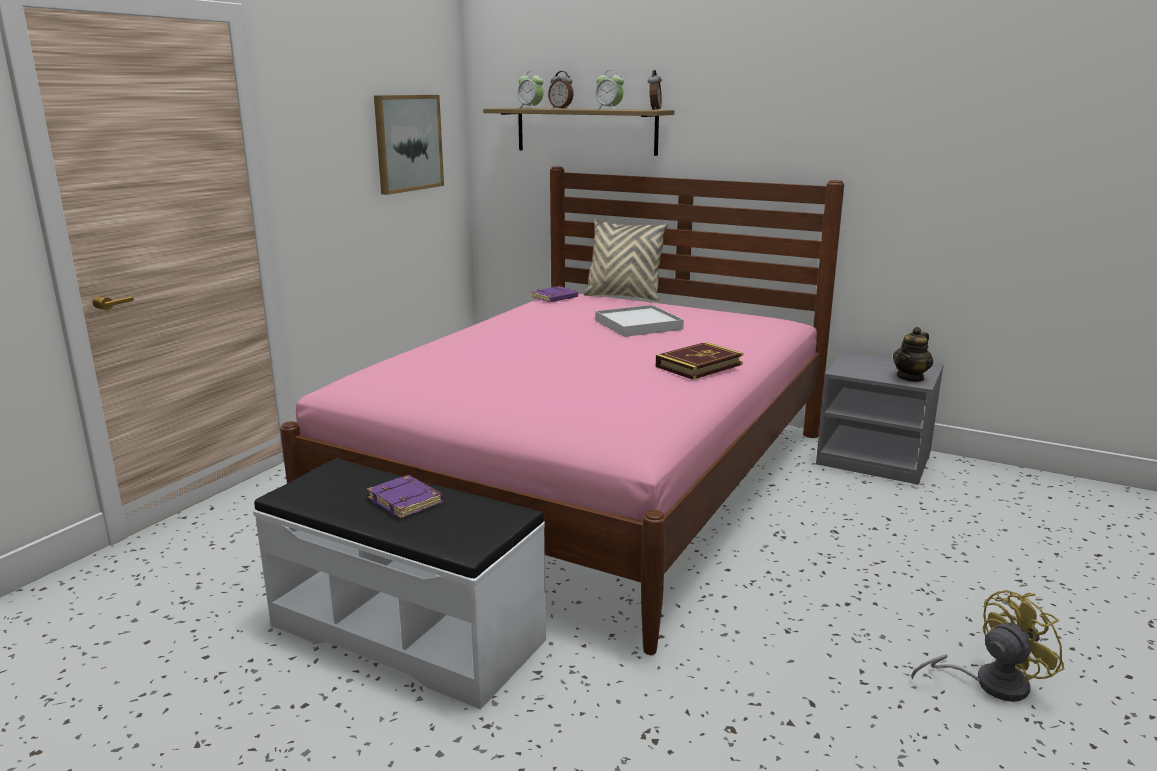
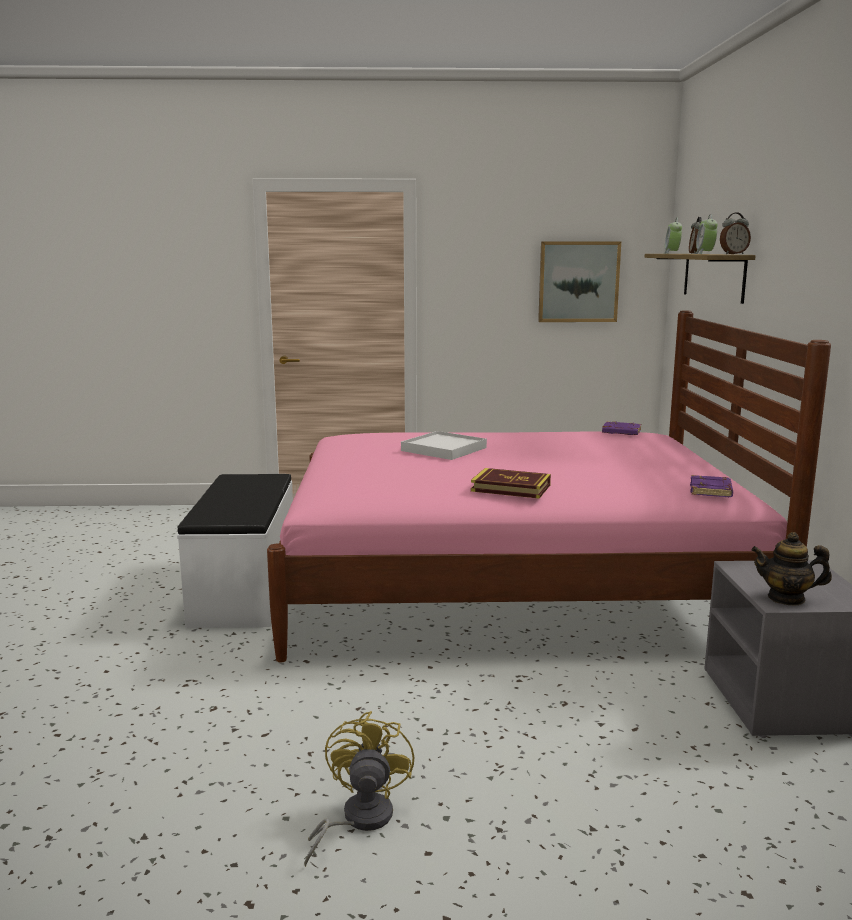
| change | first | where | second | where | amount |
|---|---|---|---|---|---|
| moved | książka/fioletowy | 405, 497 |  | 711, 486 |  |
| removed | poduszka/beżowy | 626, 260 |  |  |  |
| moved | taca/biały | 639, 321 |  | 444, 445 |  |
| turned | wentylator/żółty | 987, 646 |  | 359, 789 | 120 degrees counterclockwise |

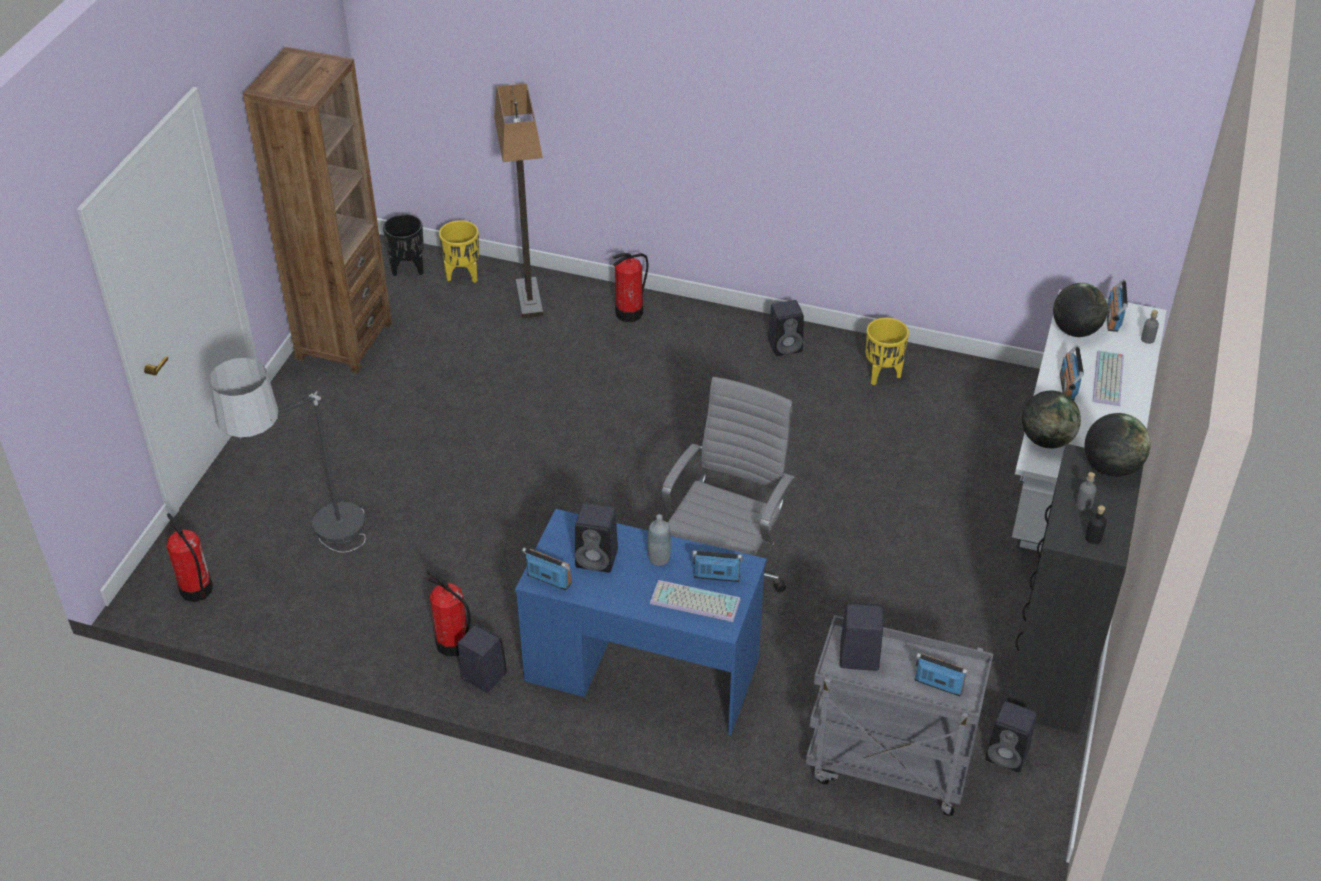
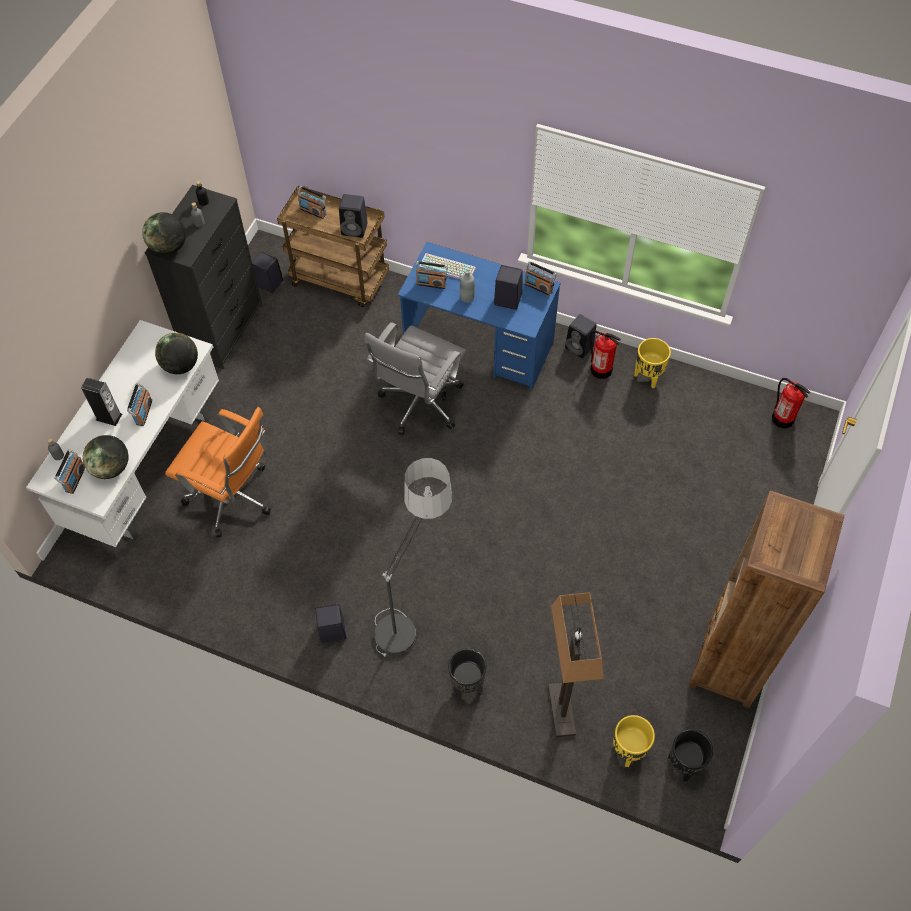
| change | first | where | second | where | amount |
|---|---|---|---|---|---|
| moved | lampa stojąca | 287, 455 |  | 413, 557 |  |
| replaced | gaśnica | 630, 287 | donica/czarny | 467, 671 |  |
| recoloured | wózek/szary | 900, 715 | wózek/brązowy | 333, 246 |  |
| moved | donica/żółty | 887, 352 |  | 652, 363 |  |
| replaced | klawiatura | 1108, 378 | głośnik | 101, 402 |  |
| added |  |  | krzesło biurowe/pomarańczowy | 218, 472 |  |

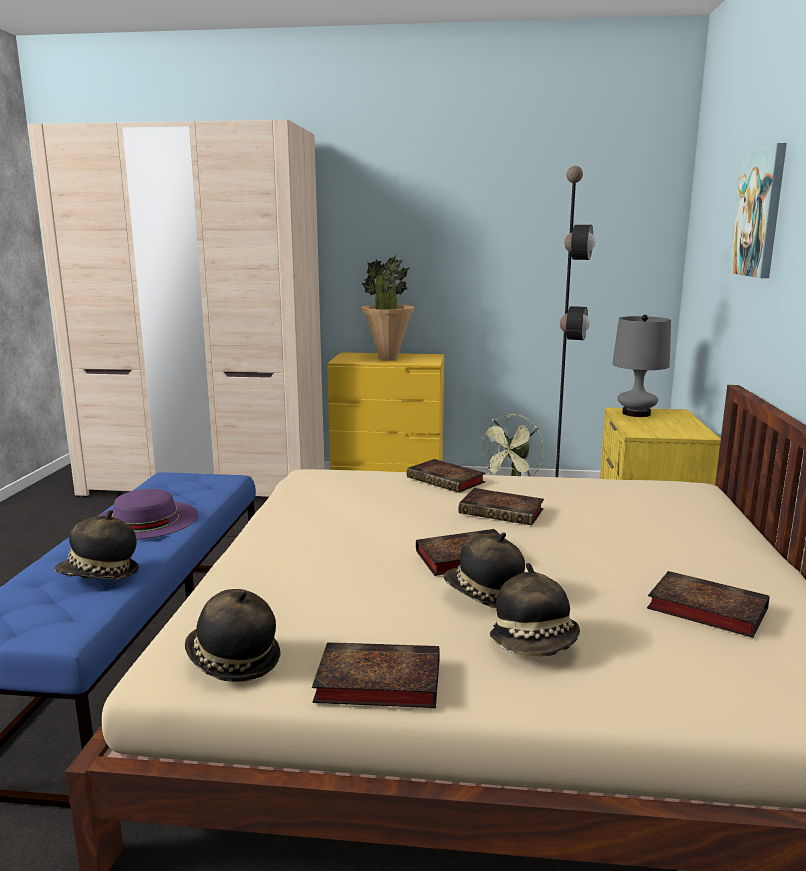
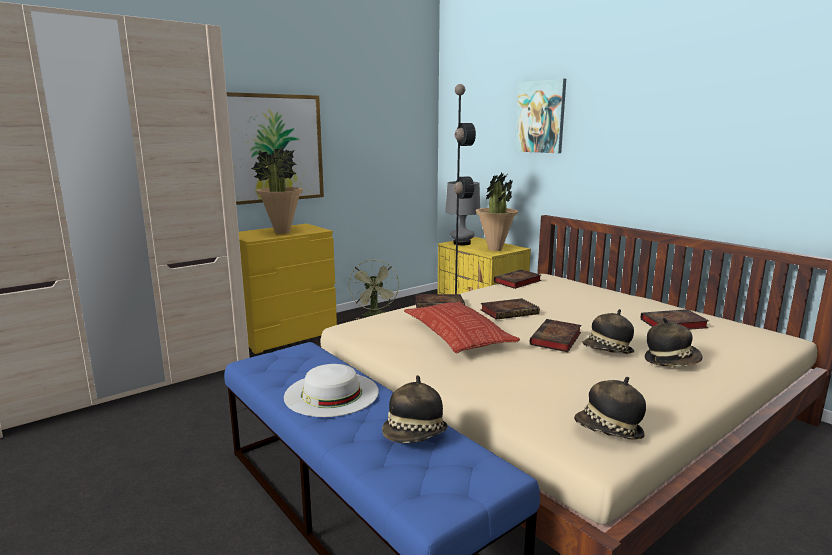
| change | first | where | second | where | amount |
|---|---|---|---|---|---|
| recoloured | kapelusz/fioletowy | 147, 514 | kapelusz/biały | 331, 390 |  |
| moved | książka | 376, 675 |  | 517, 279 |  |
| added |  |  | obraz | 275, 148 |  |
| added |  |  | poduszka | 462, 327 |  |
| added |  |  | roślina doniczkowa | 497, 211 |  |

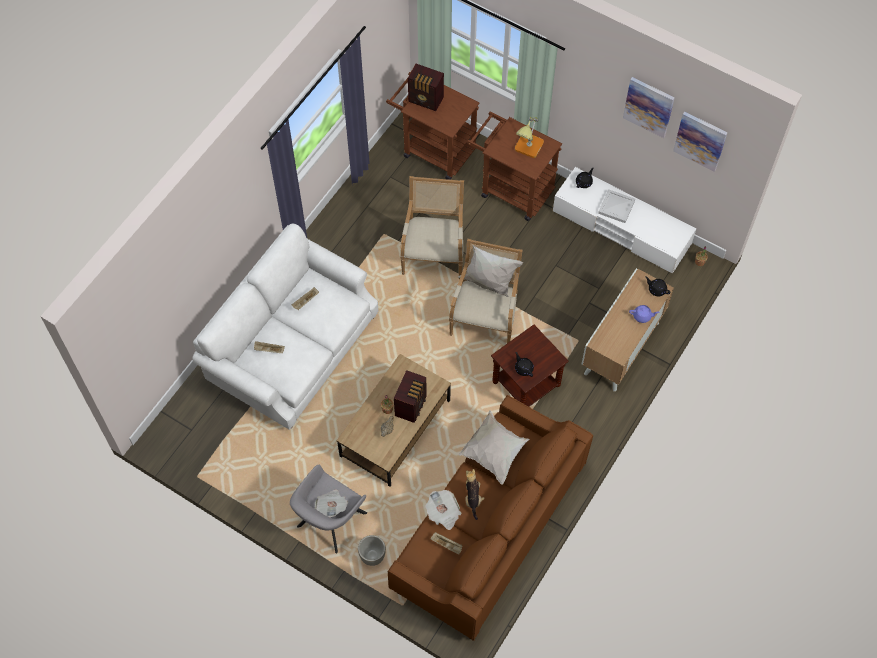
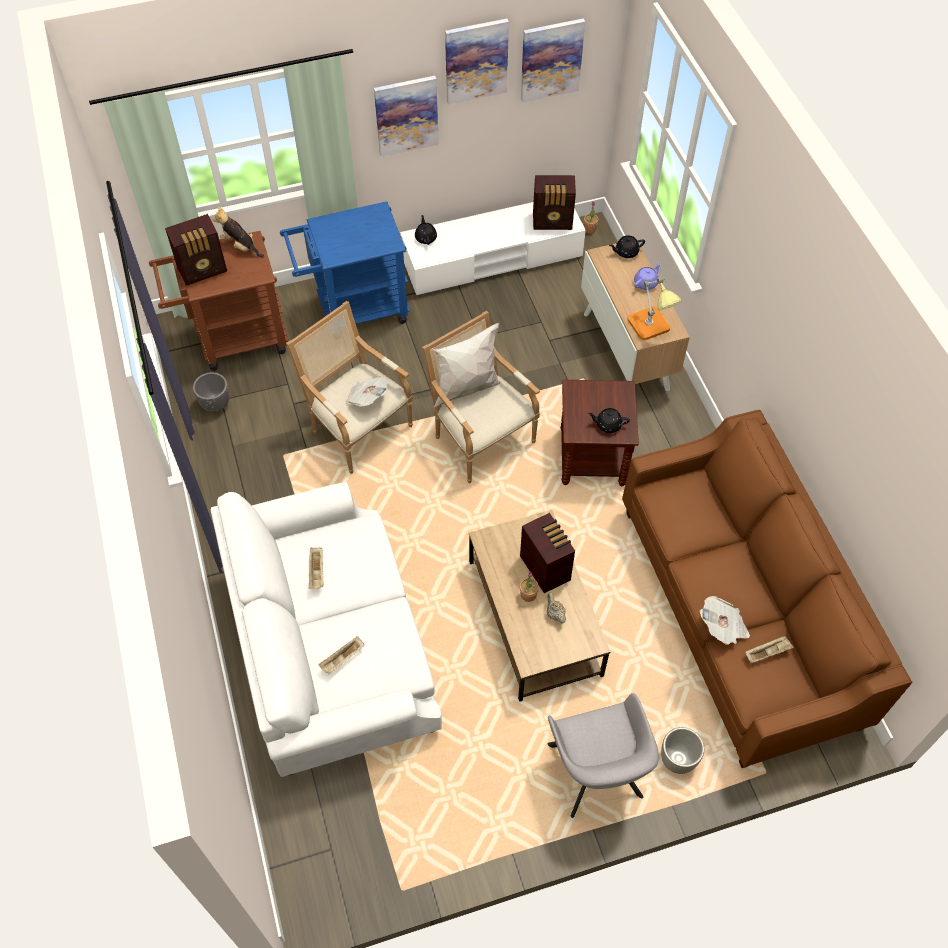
| change | first | where | second | where | amount |
|---|---|---|---|---|---|
| moved | gazeta | 331, 503 |  | 367, 391 |  |
| removed | poduszka/biały | 494, 447 |  |  |  |
| moved | pluszak | 475, 494 |  | 238, 232 |  |
| recoloured | wózek/brązowy | 514, 166 | wózek/niebieski | 345, 262 |  |
| moved | lampa stołowa | 529, 137 |  | 654, 308 |  |
| removed | taca/biały | 616, 206 |  |  |  |
| added |  |  | donica/szary | 211, 392 |  |
| added |  |  | obraz | 406, 116 |  |
| added |  |  | radio | 554, 202 |  |

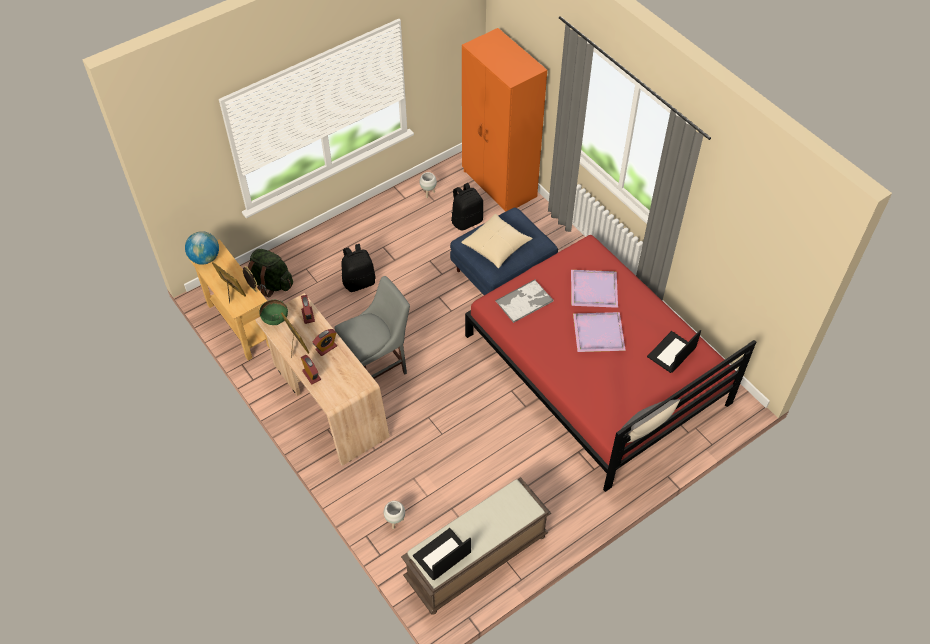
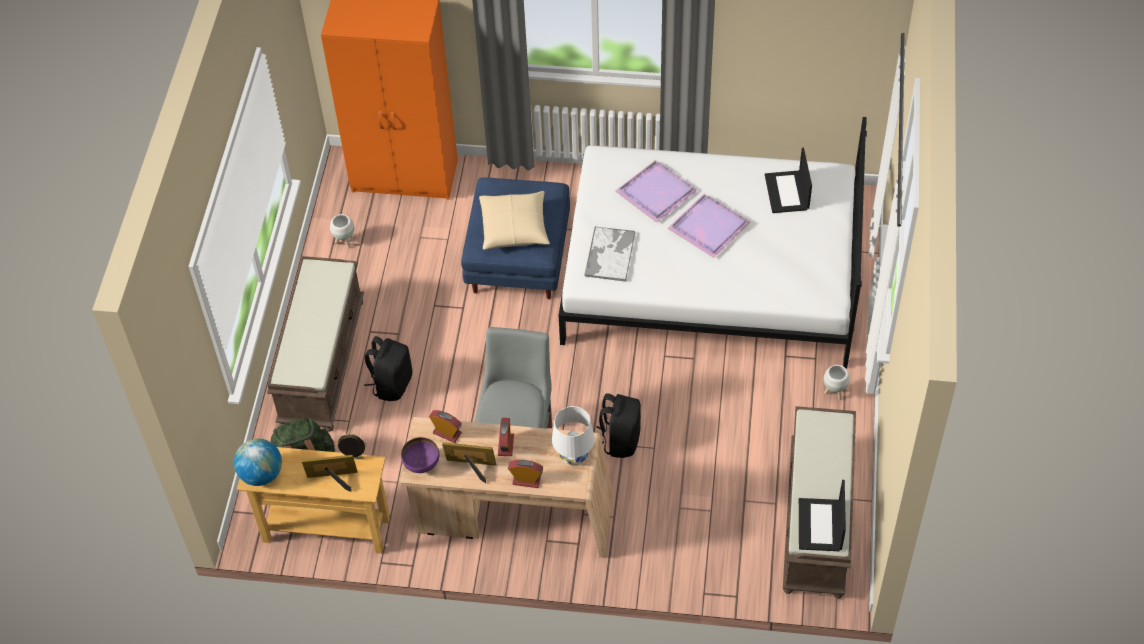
| change | first | where | second | where | amount |
|---|---|---|---|---|---|
| recoloured | miska/zielony | 273, 312 | miska/fioletowy | 420, 455 |  |
| moved | donica/biały | 394, 515 |  | 837, 382 |  |
| moved | plecak/czarny | 467, 207 |  | 619, 425 |  |
| recoloured | łóżko/czerwony | 610, 363 | łóżko/biały | 713, 243 |  |
| removed | poduszka/szary | 650, 421 |  |  |  |
| added |  |  | ławka/brązowy | 315, 344 |  |
| added |  |  | lampa stołowa/biały | 573, 435 |  |

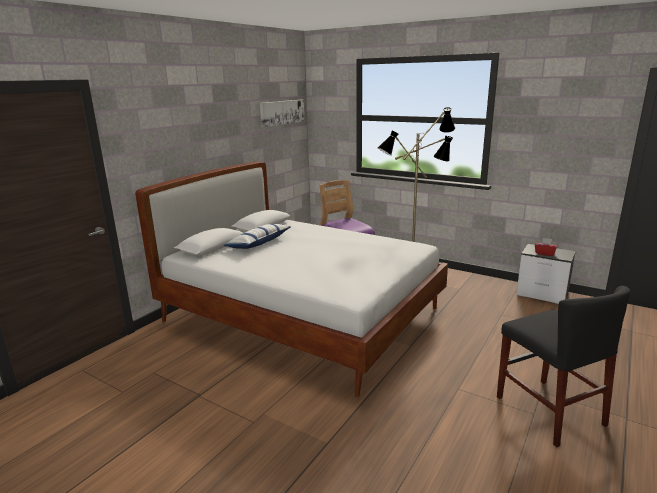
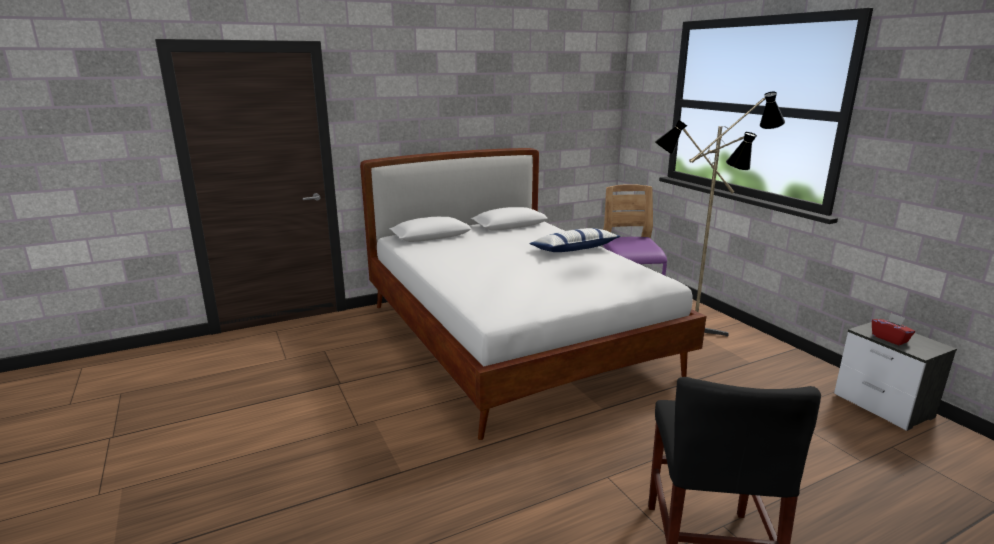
| change | first | where | second | where | amount |
|---|---|---|---|---|---|
| moved | poduszka | 257, 236 |  | 574, 240 |  |
| removed | obraz | 282, 113 |  |  |  |

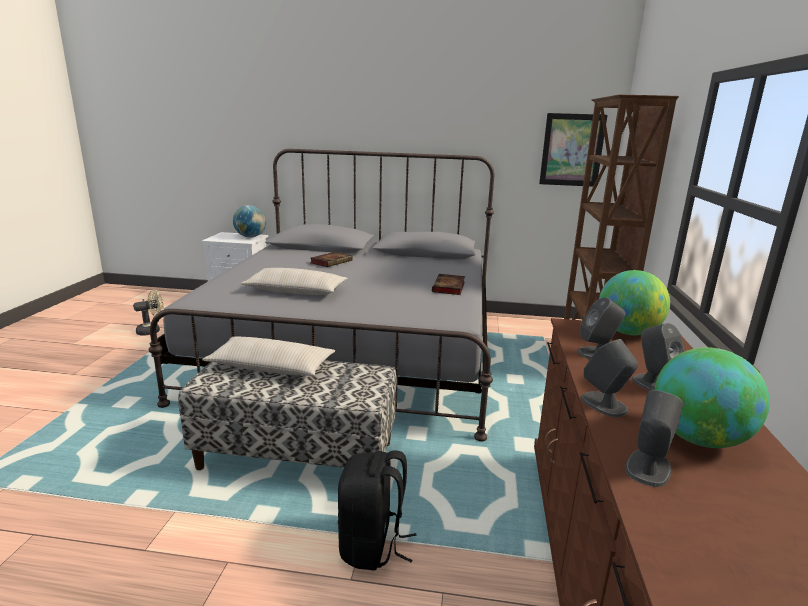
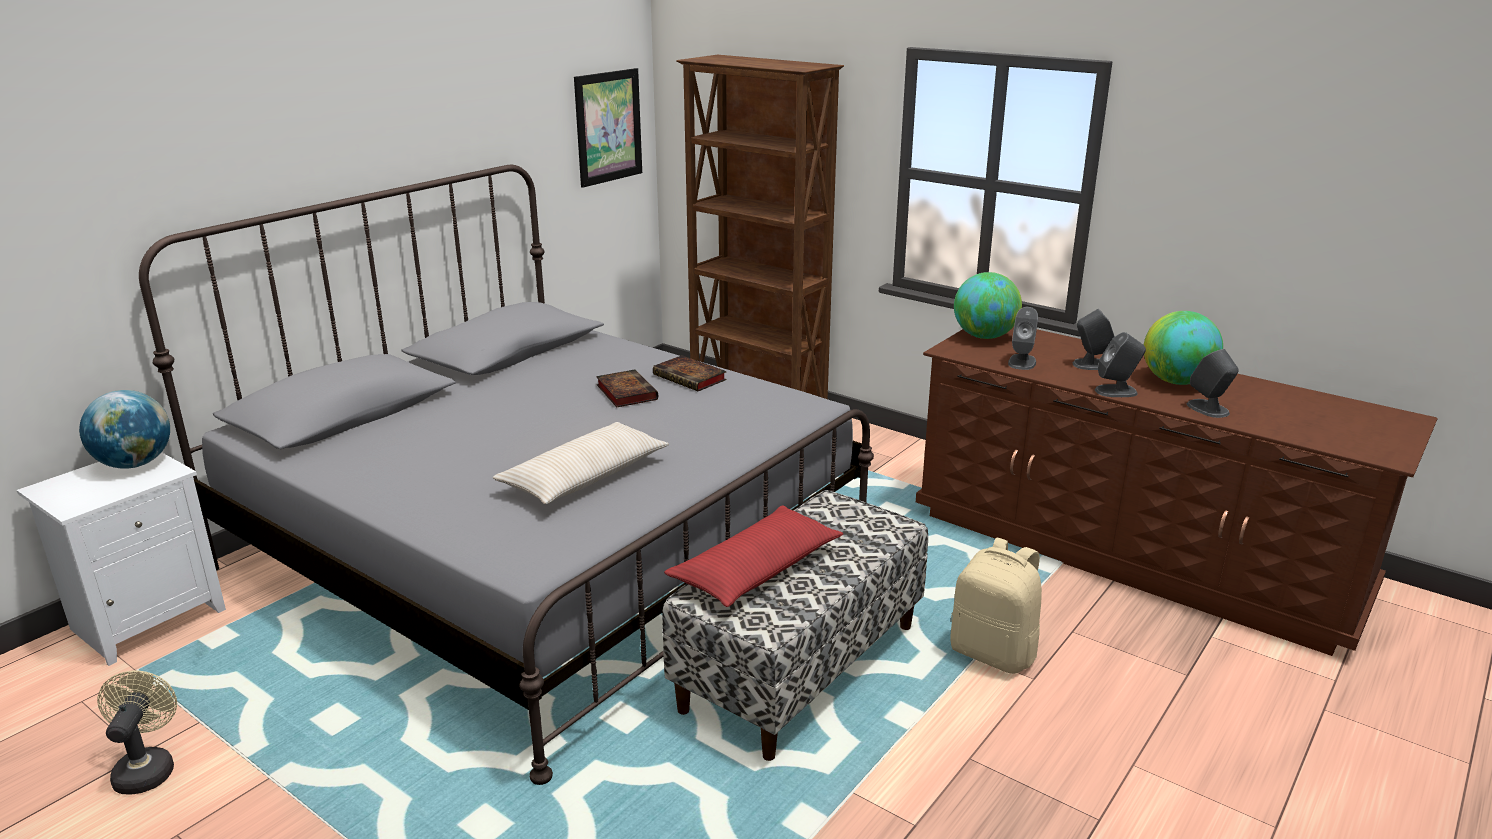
| change | first | where | second | where | amount |
|---|---|---|---|---|---|
| recoloured | poduszka/beżowy | 268, 356 | poduszka/czerwony | 753, 556 |  |
| moved | książka | 332, 259 |  | 627, 388 |  |
| recoloured | plecak/czarny | 377, 510 | plecak/beżowy | 996, 606 |  |

